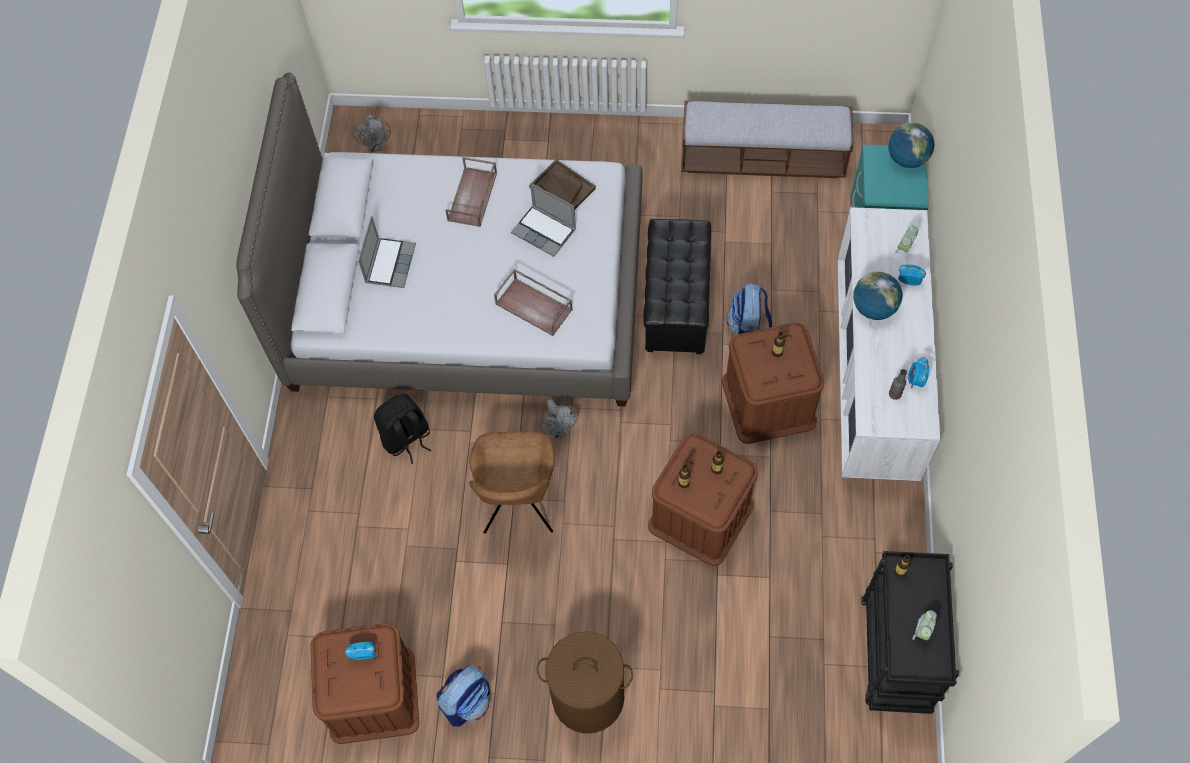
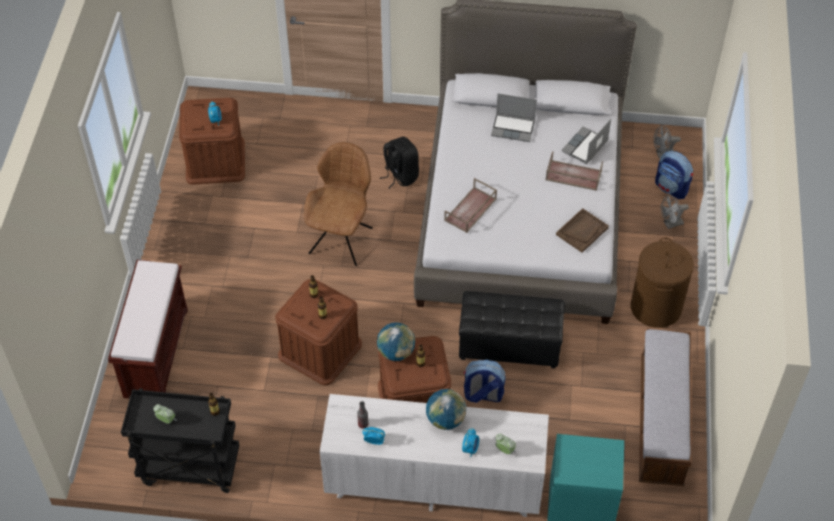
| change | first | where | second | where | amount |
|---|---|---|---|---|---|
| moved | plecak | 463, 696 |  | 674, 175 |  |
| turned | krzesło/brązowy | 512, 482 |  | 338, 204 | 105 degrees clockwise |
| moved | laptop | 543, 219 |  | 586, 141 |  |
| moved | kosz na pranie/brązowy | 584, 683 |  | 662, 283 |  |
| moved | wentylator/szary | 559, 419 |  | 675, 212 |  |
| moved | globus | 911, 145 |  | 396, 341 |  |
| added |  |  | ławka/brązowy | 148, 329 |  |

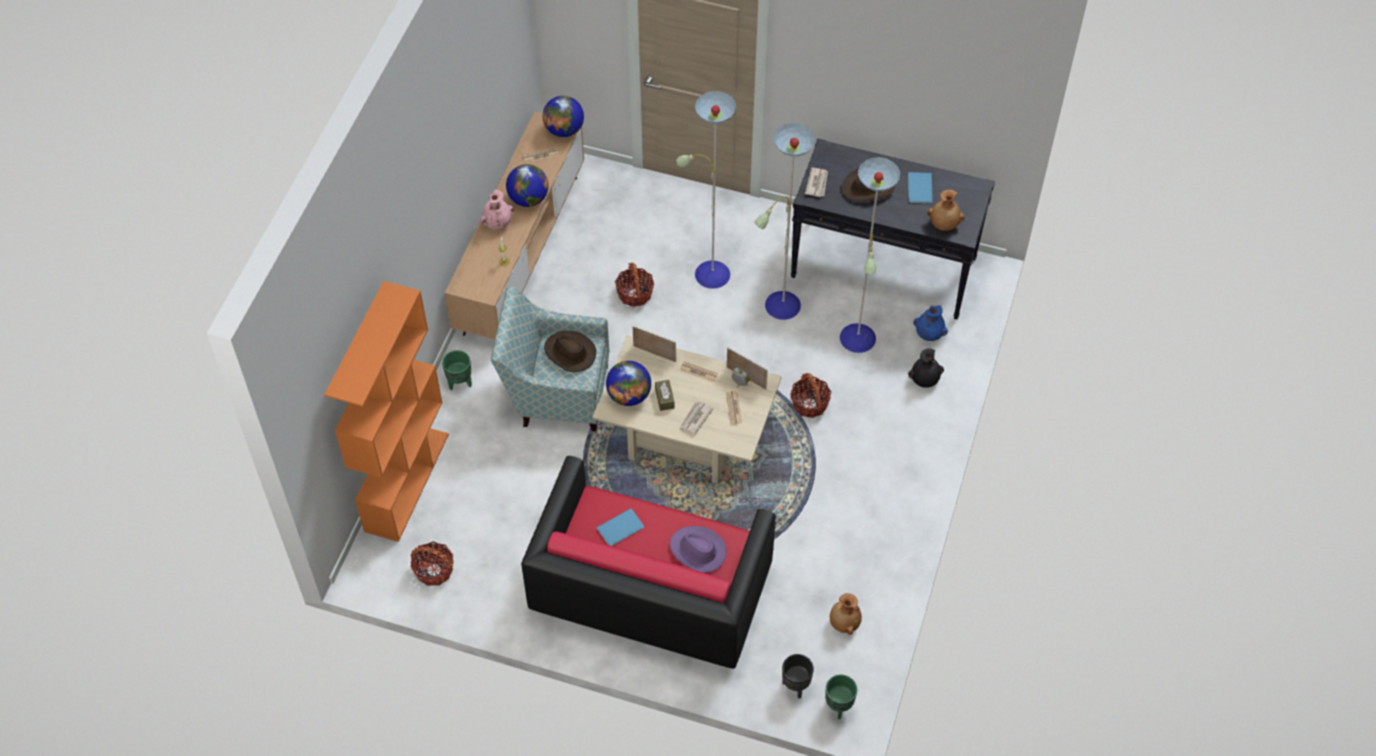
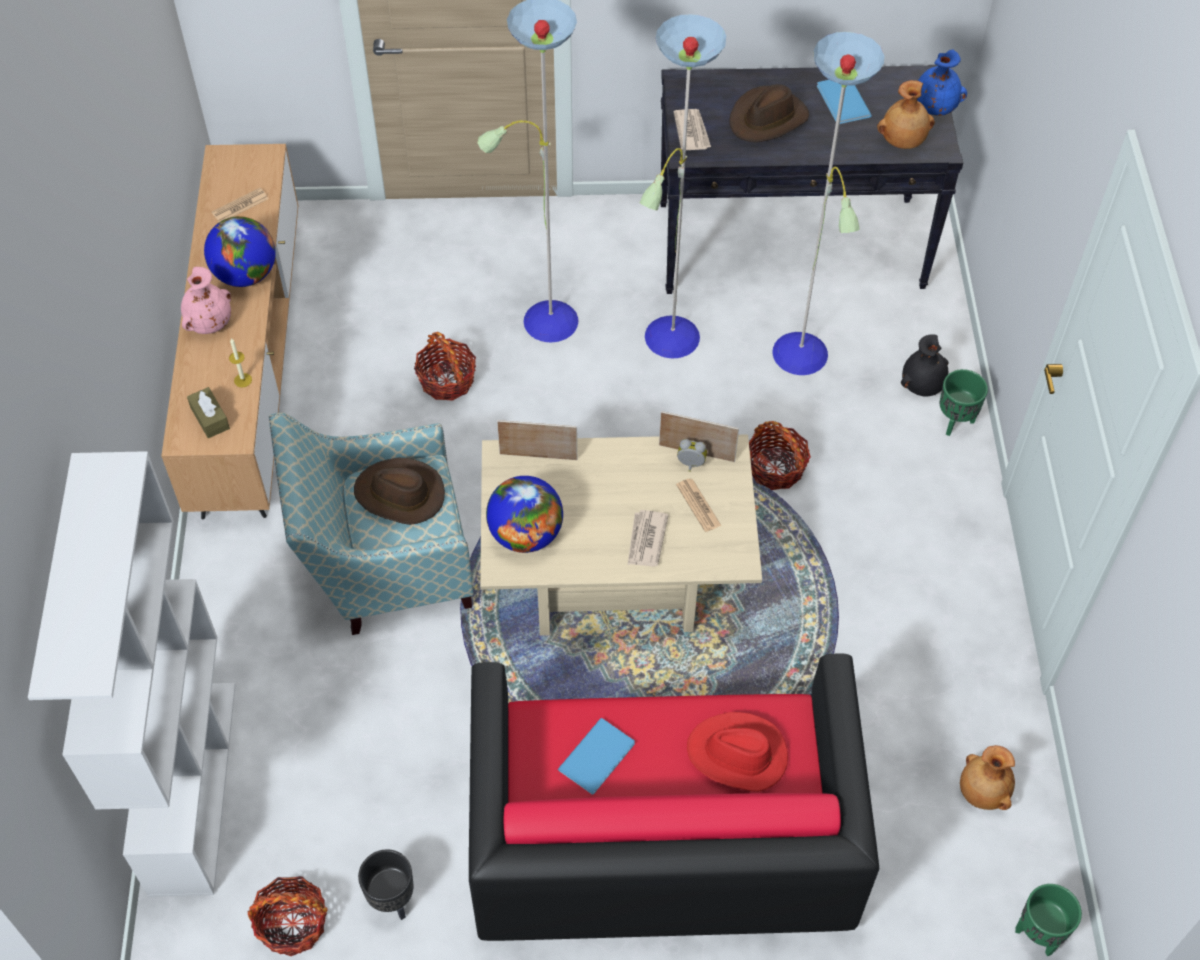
| change | first | where | second | where | amount |
|---|---|---|---|---|---|
| recoloured | regał/pomarańczowy | 386, 411 | regał/biały | 131, 674 |  |
| moved | donica/zielony | 457, 370 |  | 964, 402 |  |
| removed | globus | 563, 116 |  |  |  |
| moved | pudełko chusteczek/brązowy | 664, 395 |  | 208, 412 |  |
| recoloured | kapelusz/fioletowy | 698, 549 | kapelusz/czerwony | 737, 752 |  |
| removed | gazeta | 699, 371 |  |  |  |
| moved | donica/czarny | 798, 676 |  | 386, 884 |  |
| moved | wazon/niebieski | 930, 323 |  | 942, 82 |  |

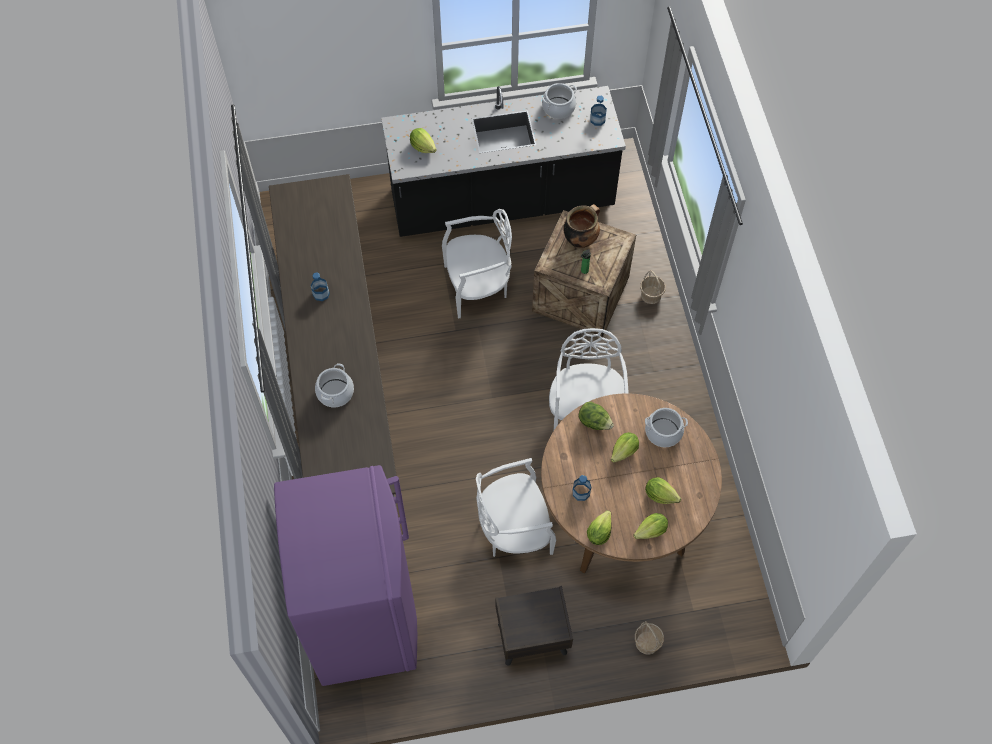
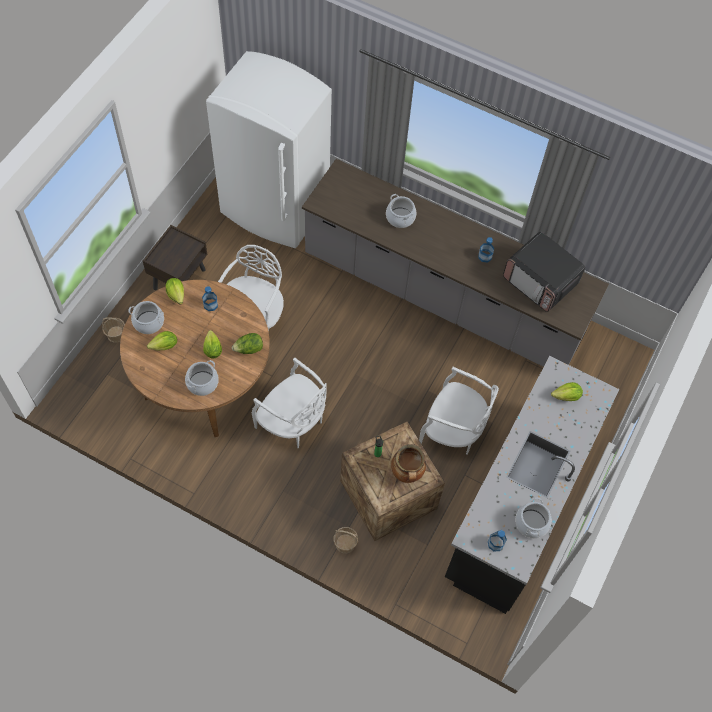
| change | first | where | second | where | amount |
|---|---|---|---|---|---|
| recoloured | lodówka/fioletowy | 345, 575 | lodówka/biały | 269, 149 |  |
| turned | krzesło/biały | 477, 263 |  | 459, 411 | 90 degrees counterclockwise |
| replaced | sałata | 650, 526 | garnek | 146, 317 |  |
| added |  |  | mikrofalówka | 544, 272 |  |

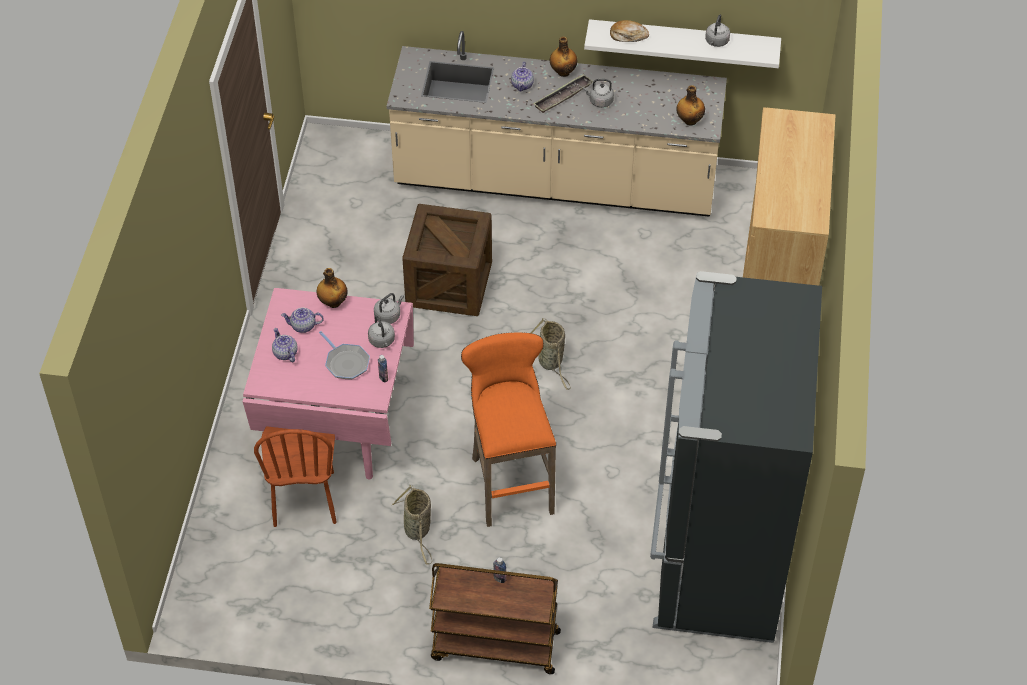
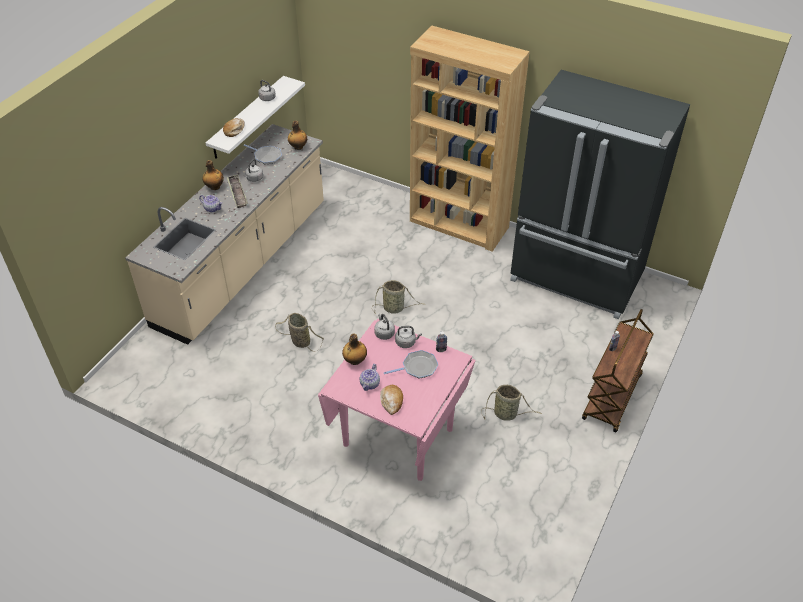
| change | first | where | second | where | amount |
|---|---|---|---|---|---|
| removed | krzesło/brązowy | 295, 476 |  |  |  |
| replaced | imbryk | 285, 345 | chleb | 391, 400 |  |
| replaced | skrzynka | 447, 260 | koszyk | 299, 332 |  |
| removed | stołek/pomarańczowy | 508, 429 |  |  |  |
| added |  |  | patelnia | 263, 154 |  |

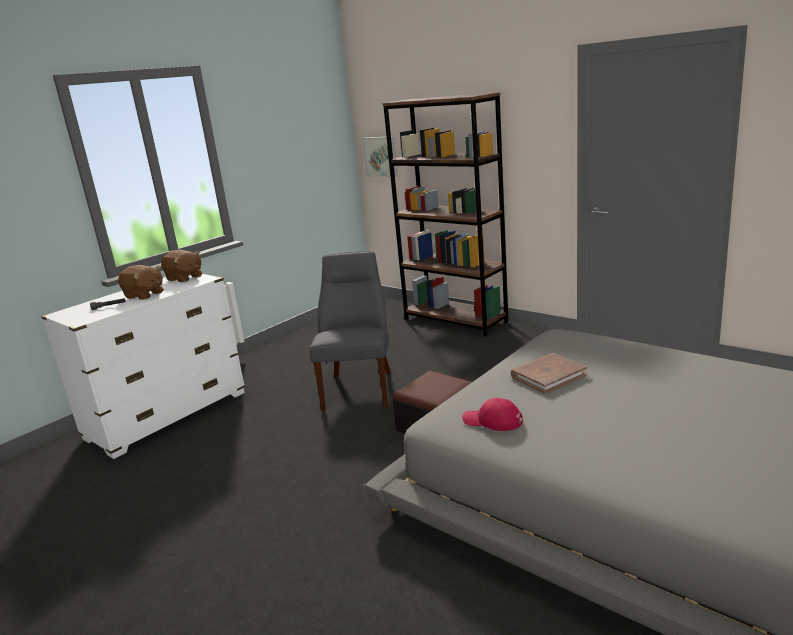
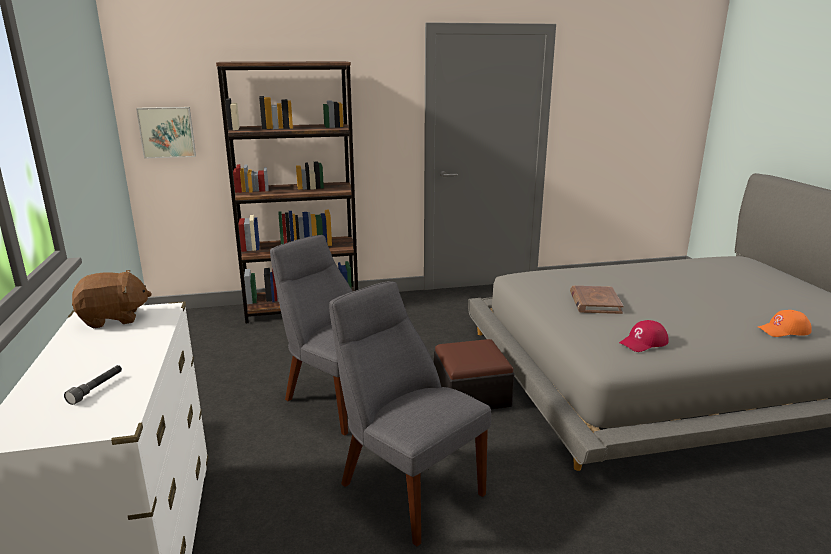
| change | first | where | second | where | amount |
|---|---|---|---|---|---|
| removed | pluszak/brązowy | 141, 282 |  |  |  |
| added |  |  | krzesło/szary | 410, 413 |  |
| added |  |  | czapka z daszkiem/pomarańczowy | 785, 323 |  |

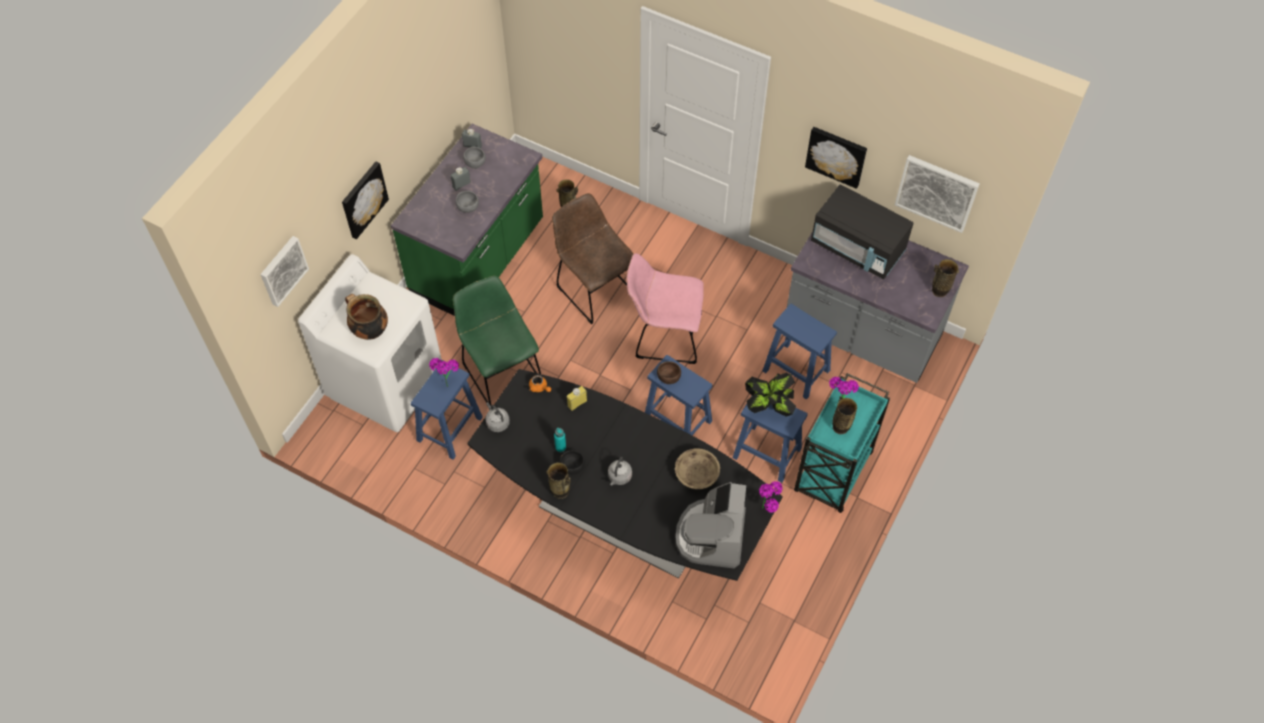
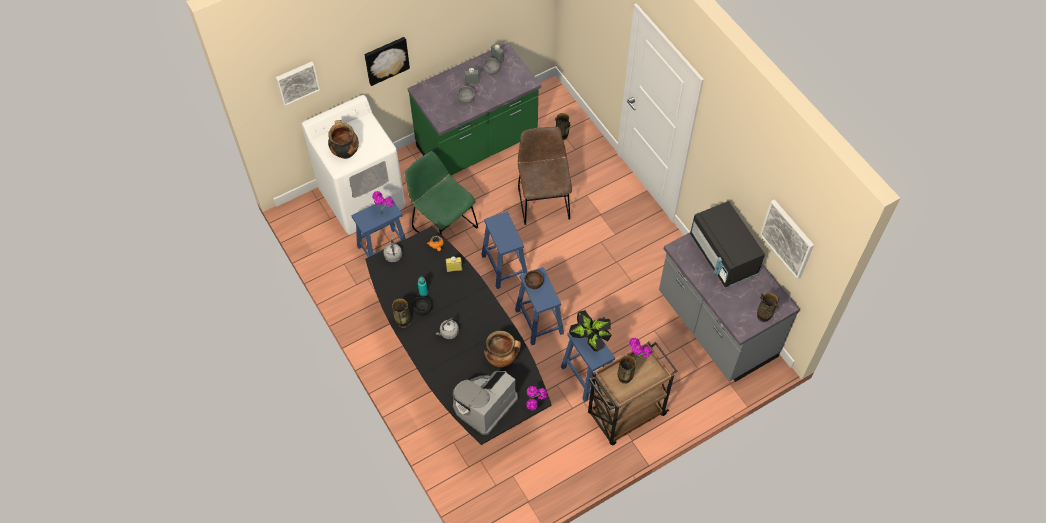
| change | first | where | second | where | amount |
|---|---|---|---|---|---|
| turned | krzesło/zielony | 497, 341 |  | 441, 193 | 45 degrees counterclockwise |
| removed | krzesło/różowy | 665, 308 |  |  |  |
| replaced | miska/beżowy | 697, 468 | garnek | 502, 349 |  |
| moved | stołek/niebieski | 799, 352 |  | 504, 250 |  |
| recoloured | wózek/turkusowy | 842, 443 | wózek/brązowy | 632, 394 |  |
| removed | obraz | 836, 158 |  |  |  |

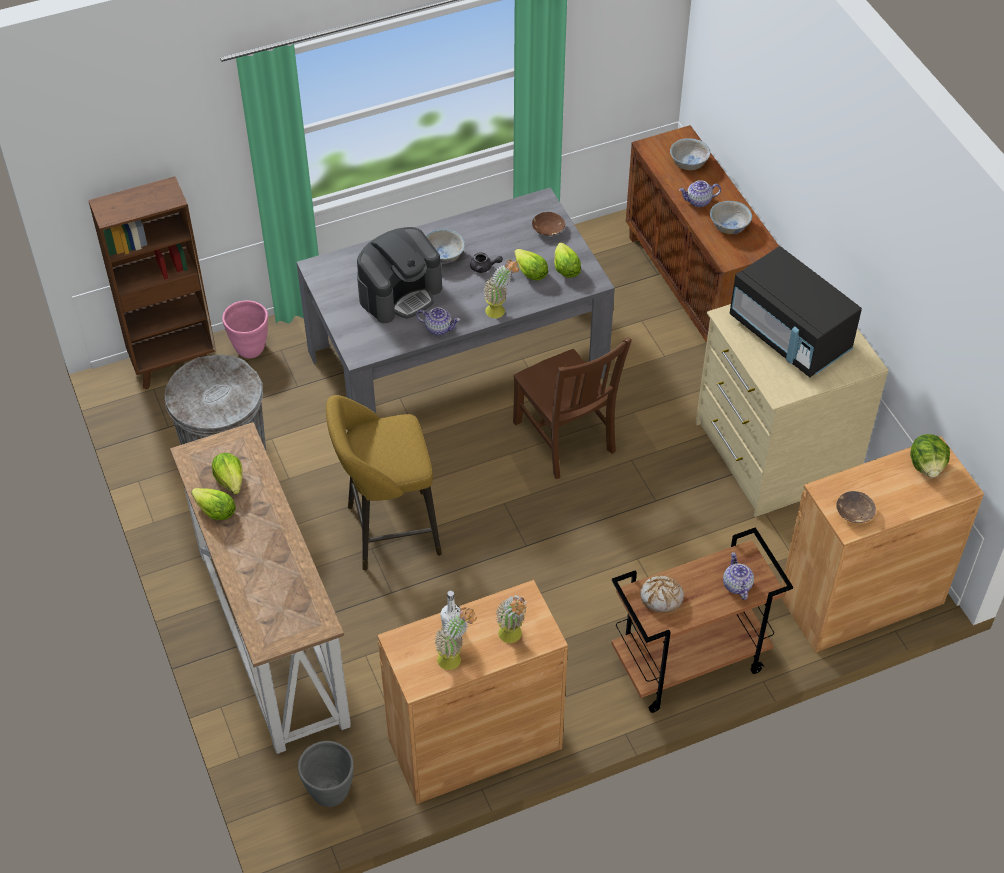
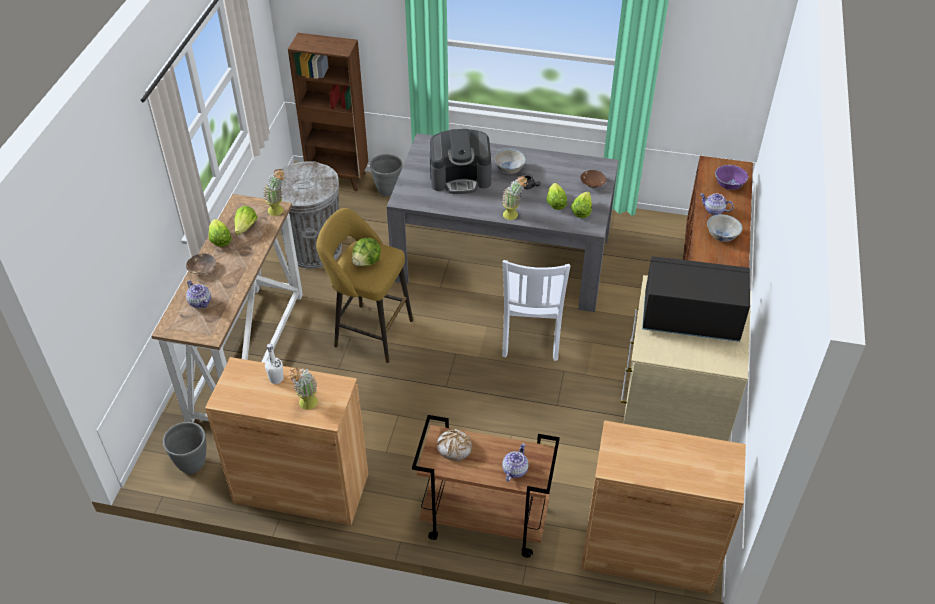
| change | first | where | second | where | amount |
|---|---|---|---|---|---|
| recoloured | donica/różowy | 245, 329 | donica/szary | 386, 175 |  |
| moved | imbryk | 438, 321 |  | 198, 294 |  |
| moved | roślina doniczkowa | 455, 638 |  | 274, 192 |  |
| recoloured | krzesło/brązowy | 572, 408 | krzesło/biały | 536, 310 |  |
| recoloured | miska/biały | 690, 154 | miska/fioletowy | 731, 177 |  |
| turned | mikrofalówka/czarny | 796, 311 |  | 696, 299 | 105 degrees clockwise |
| moved | miska/brązowy | 856, 507 |  | 201, 264 |  |
| moved | sałata | 930, 455 |  | 366, 252 |  |

